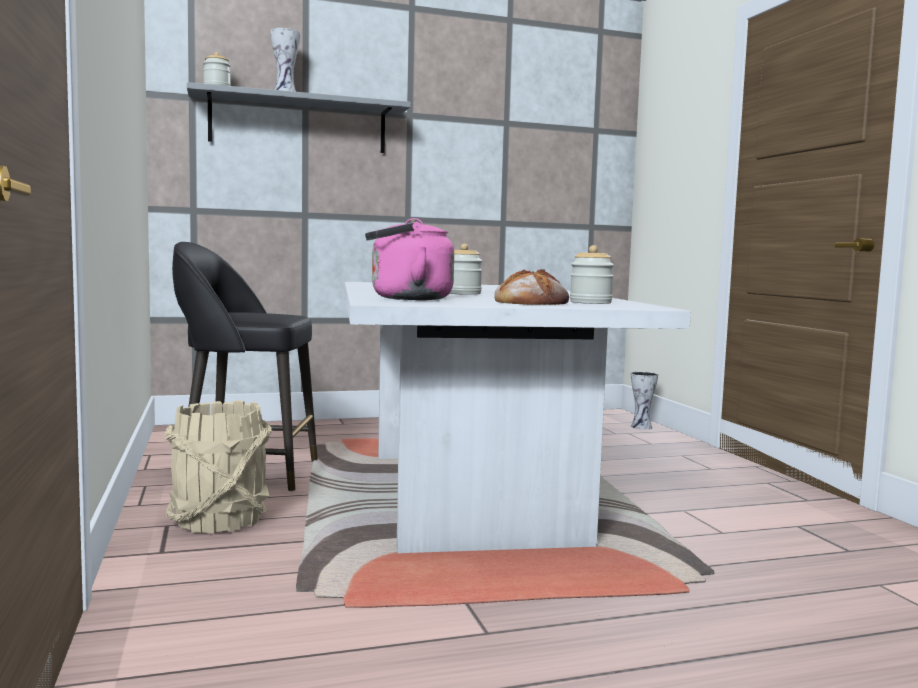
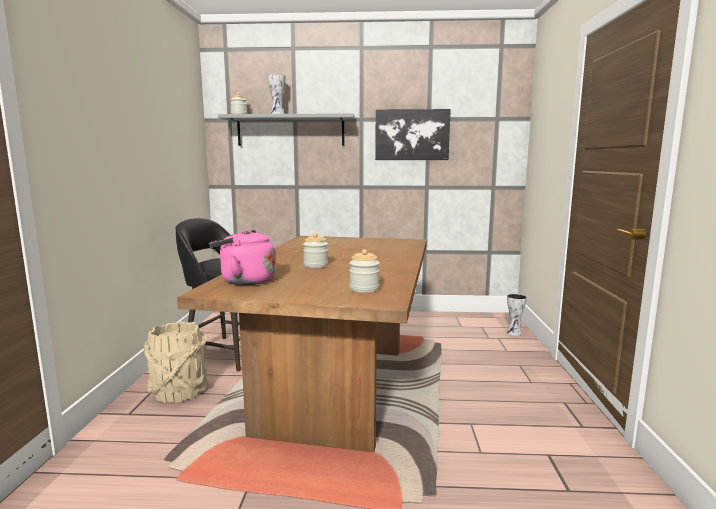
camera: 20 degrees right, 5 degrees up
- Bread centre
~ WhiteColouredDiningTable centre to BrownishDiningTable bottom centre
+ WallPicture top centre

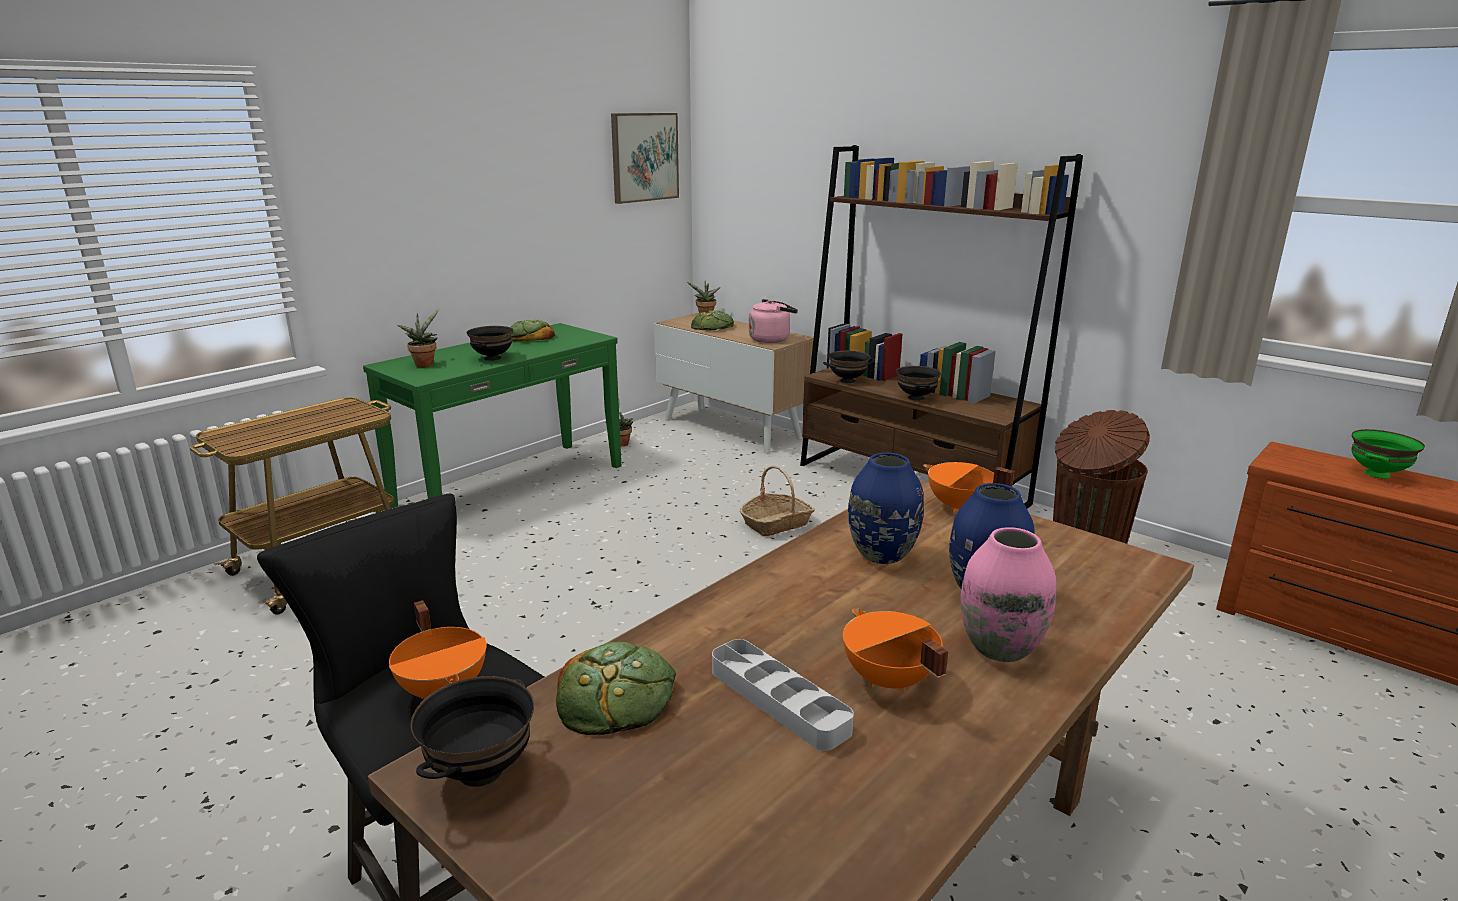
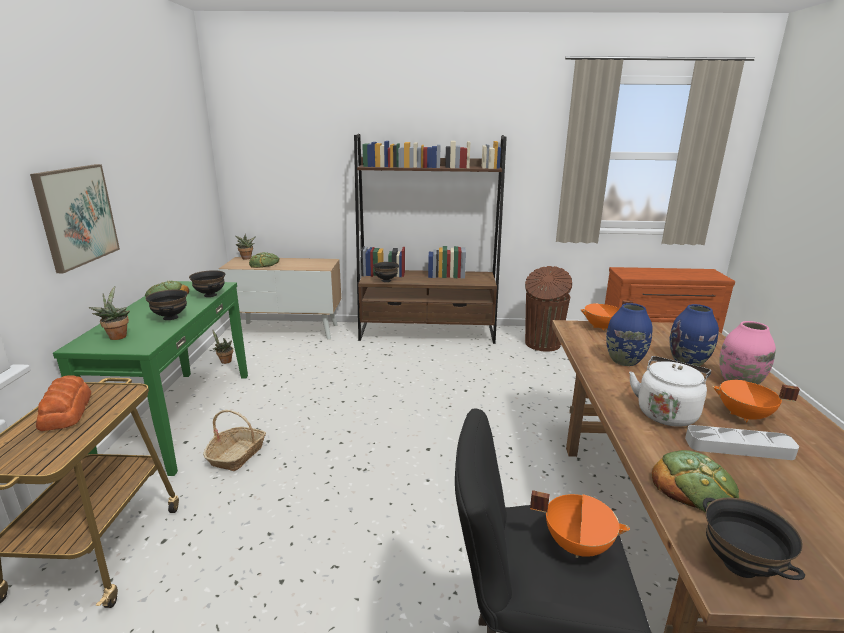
camera: 40 degrees left, 0 degrees up
~ WallPicture top centre to middle left
- PinkishWaterKettle centre
~ BlackDeepDish (4th from left in the first image) centre to BlackDeepDish (2nd from left) middle left
- GreenColouredDeepDish middle right
~ StorageBasket centre to bottom left
+ WhiteColouredWaterKettle middle right
+ Bread (1st from left) middle left

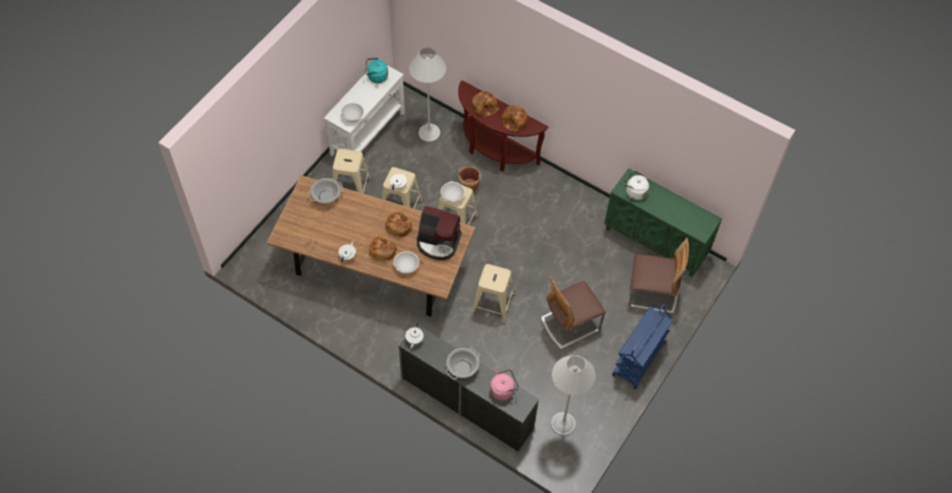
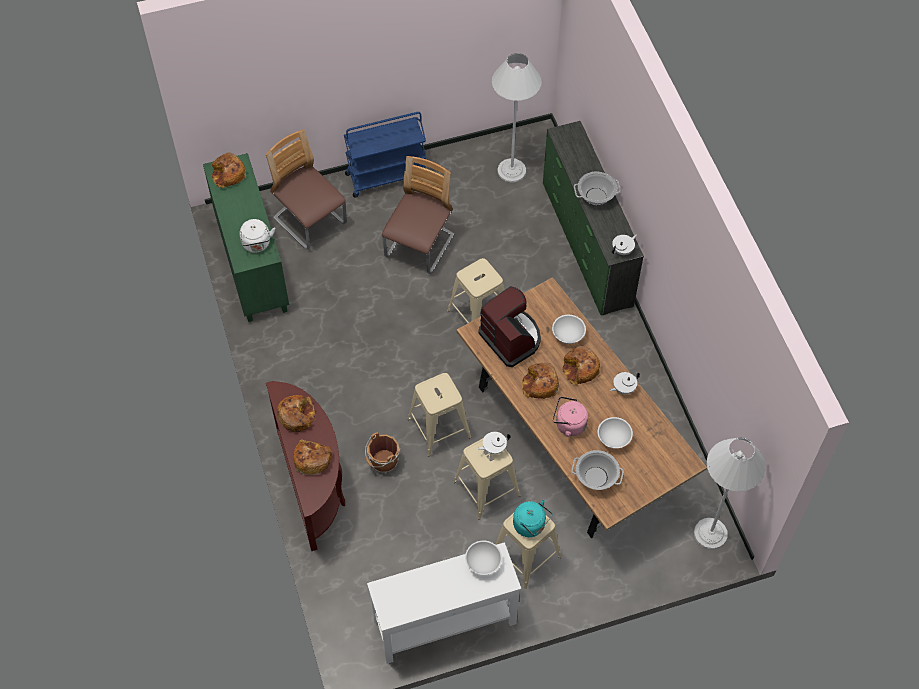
camera: 140 degrees left, 0 degrees up
~ WhiteColouredStandingLamp (1st from left in the first image) top centre to WhiteColouredStandingLamp (2nd from left) bottom right
~ BlueGreenWaterKettle top centre to bottom centre
~ WhiteColouredDeepDish (3rd from left) centre to middle right
~ UprightChair (1st from left in the first image) centre = top centre 75 degrees counterclockwise
~ PinkishWaterKettle bottom centre to centre
+ Bread (1st from left) top left

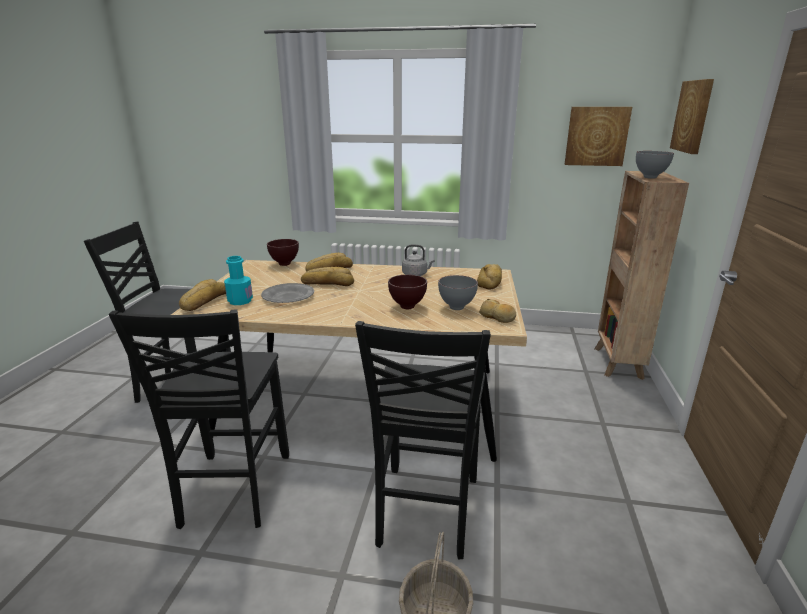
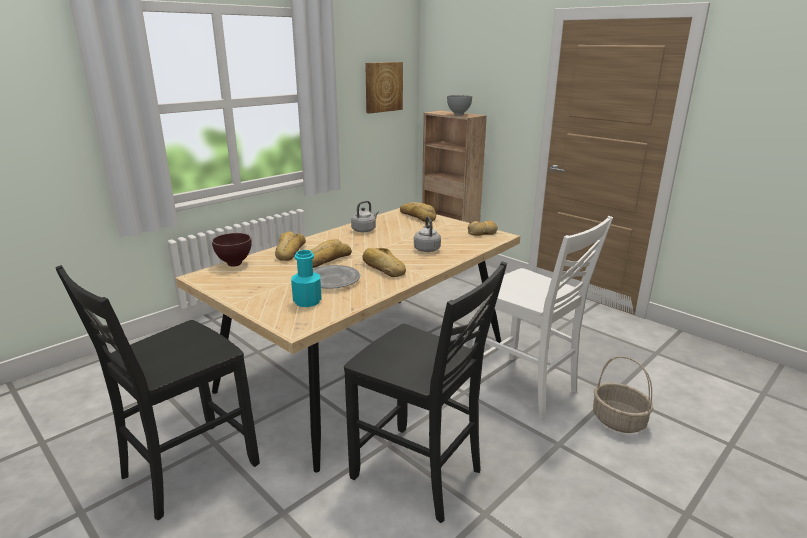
camera: 55 degrees left, 0 degrees up
- WallPicture (2nd from left) top right
~ BrownishDeepDish (2nd from left) centre to GrayWaterKettle (2nd from left) centre
- GrayDeepDish (1st from left) centre
~ Bread (1st from left in the first image) middle left to Bread (3rd from left) centre
~ BlackUprightChair (3rd from left) bottom centre to WhiteColouredUprightChair middle right

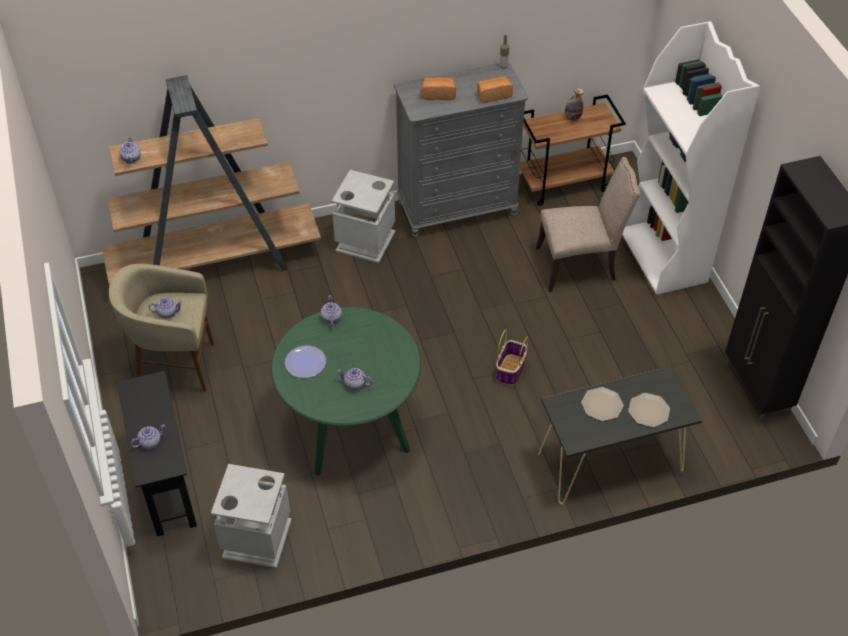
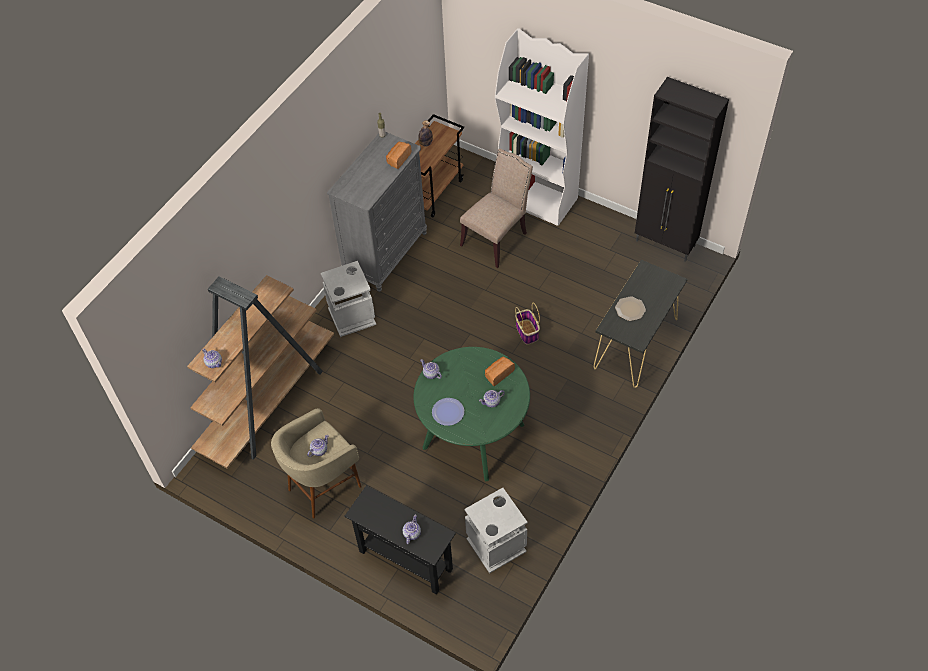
camera: 40 degrees left, 5 degrees up
~ Bread (1st from left in the first image) top centre to Bread (2nd from left) centre
- DinnerPlate (3rd from left) middle right

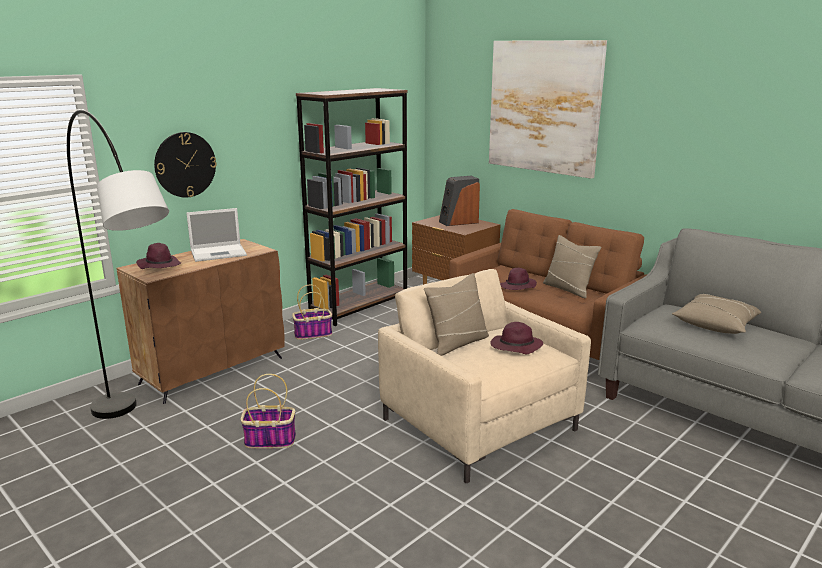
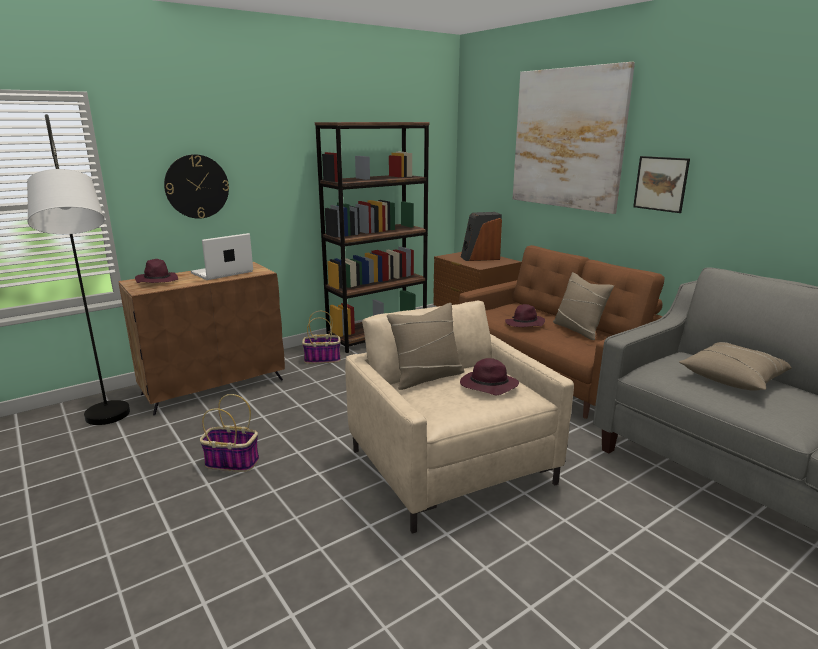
camera: 10 degrees right, 0 degrees up
~ Laptop middle left = middle left 150 degrees clockwise
+ WallPicture (2nd from left) top right

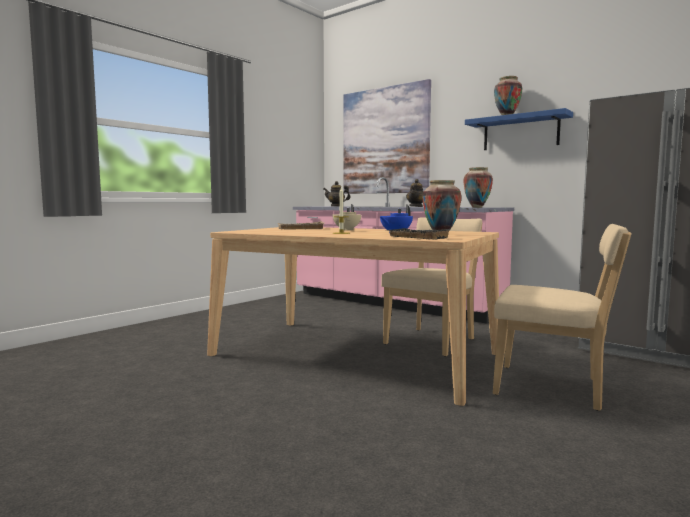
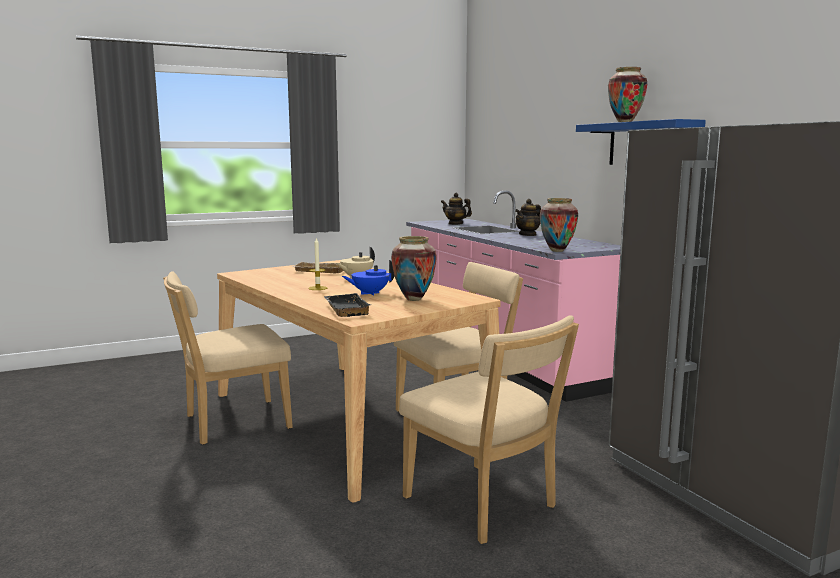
camera: 25 degrees right, 5 degrees up
- WallPicture top centre
+ BeigeUprightChair (1st from left) middle left

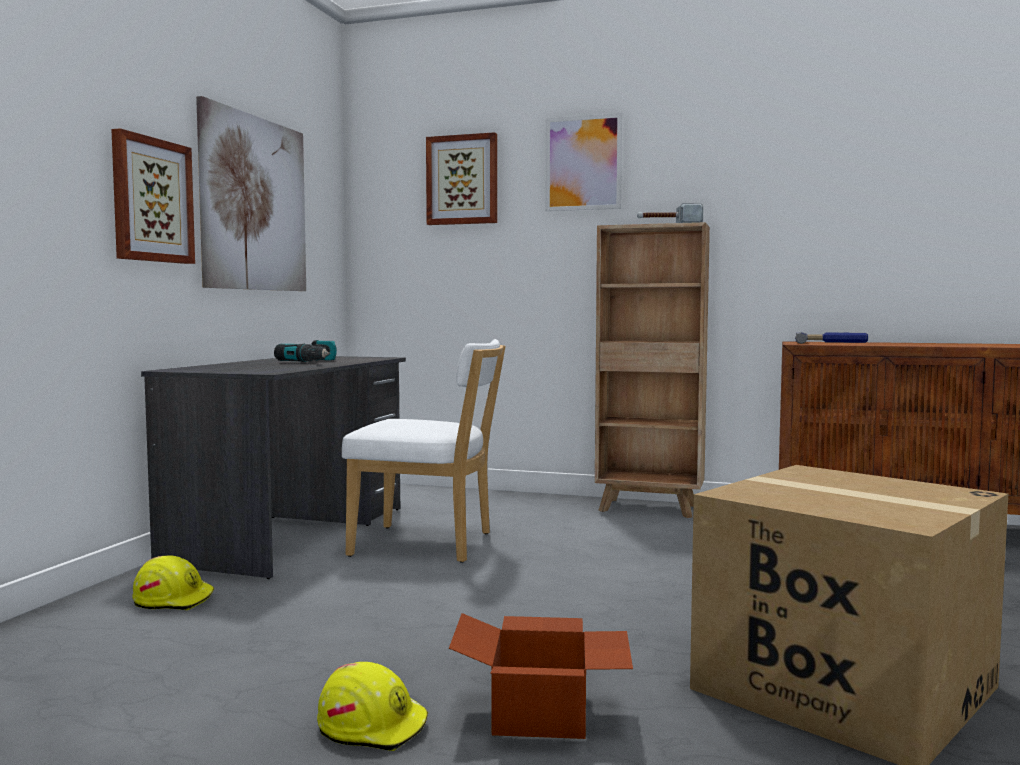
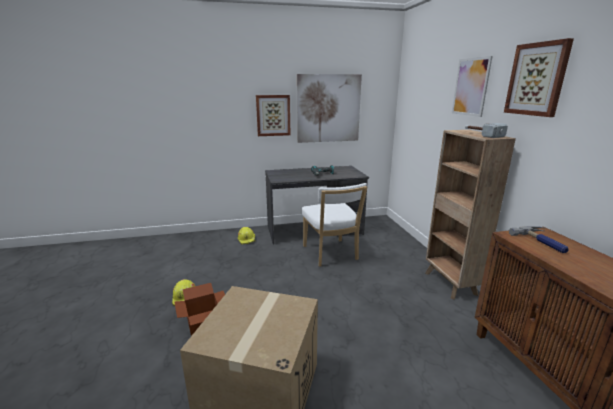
camera: 60 degrees right, 15 degrees up
~ WallPicture (3rd from left in the first image) top centre to WallPicture (4th from left) top right

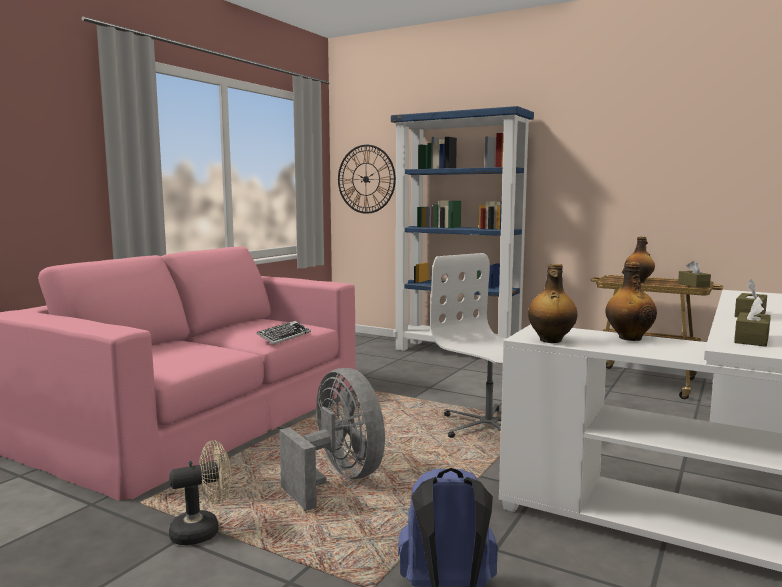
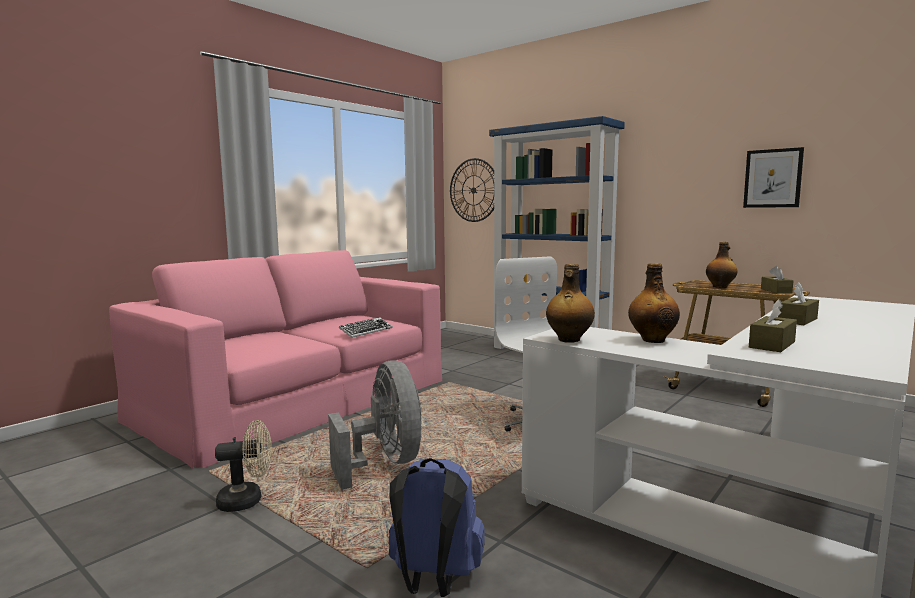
camera: 10 degrees right, 0 degrees up
+ WallPicture top right

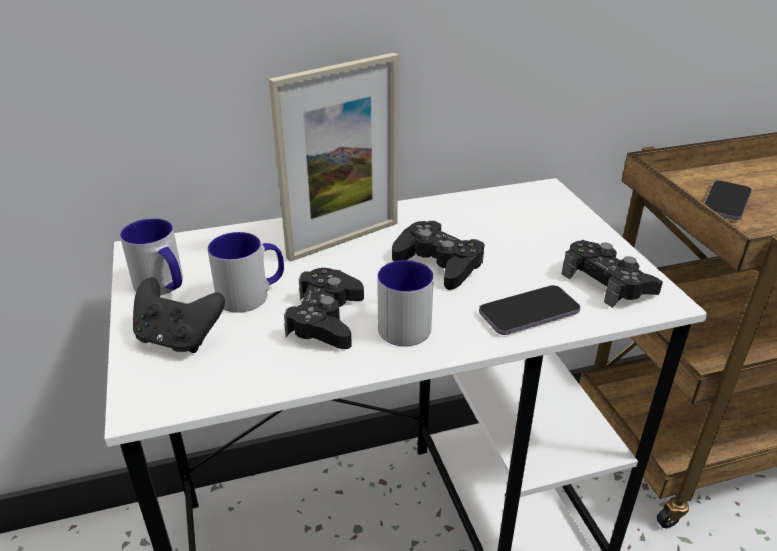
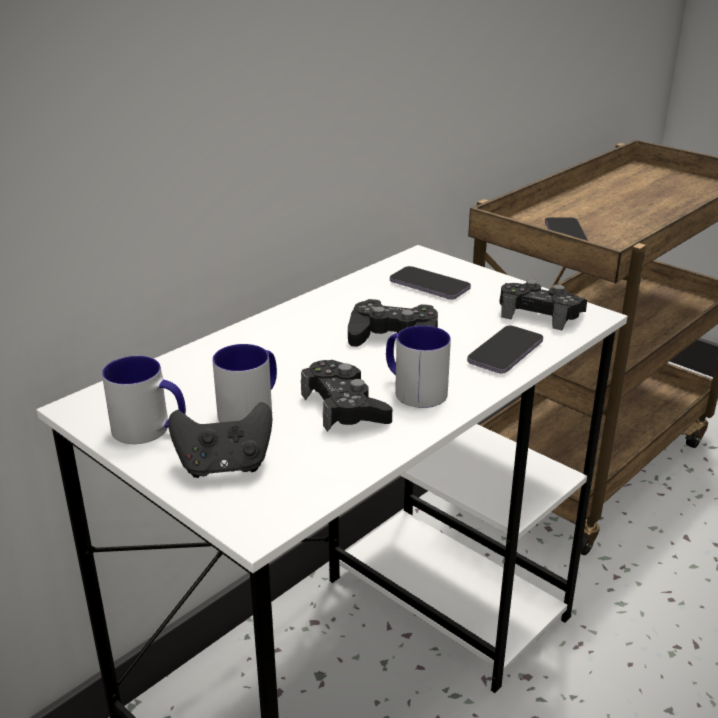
camera: 30 degrees left, 5 degrees down
- PictureFrame top centre
+ Telephone (1st from left) centre

